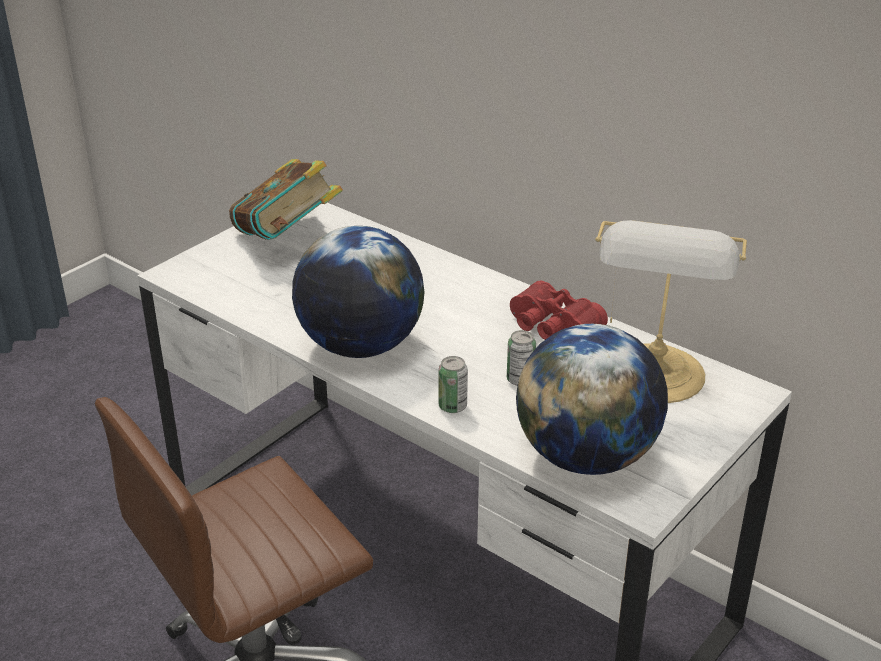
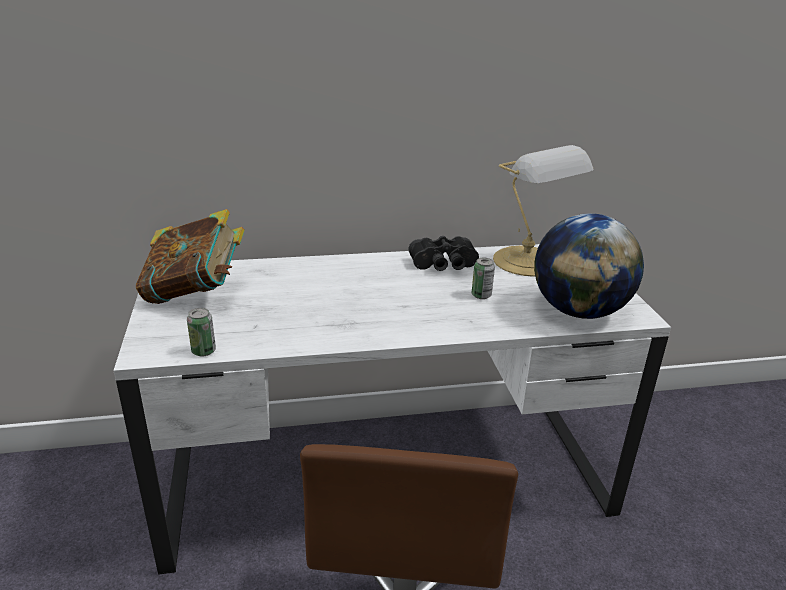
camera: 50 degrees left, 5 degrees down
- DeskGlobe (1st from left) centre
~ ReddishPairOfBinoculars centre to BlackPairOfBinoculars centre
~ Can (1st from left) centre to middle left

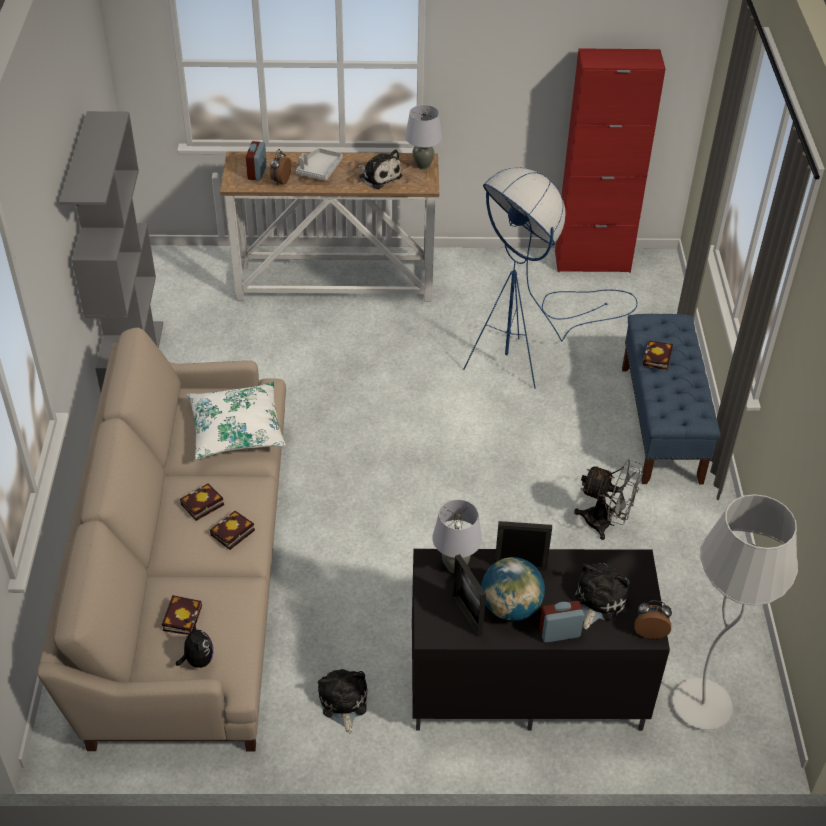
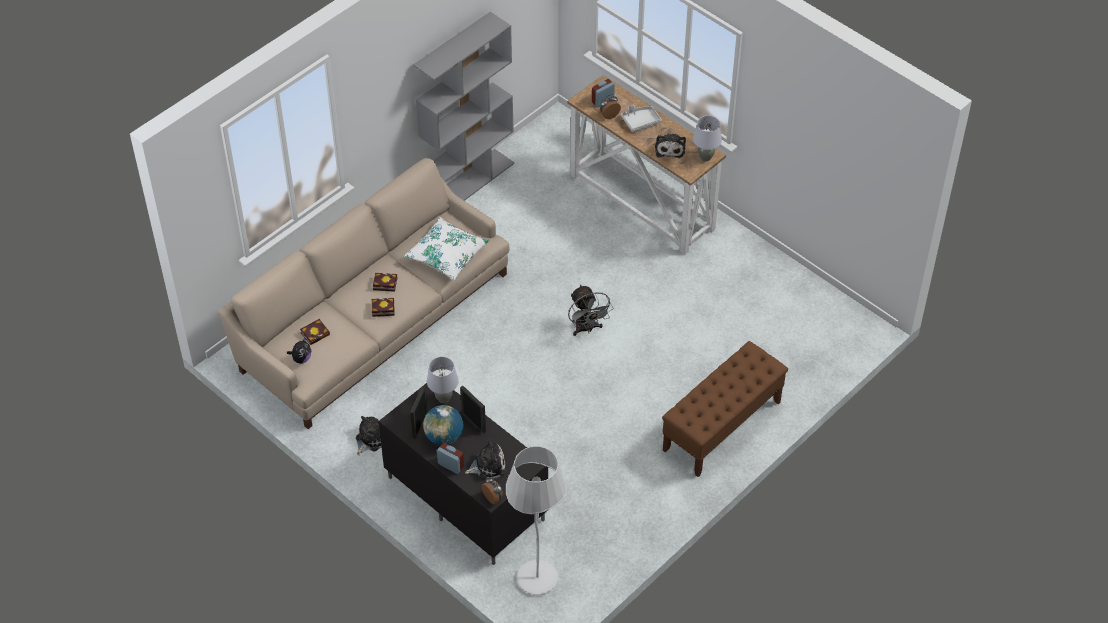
camera: 45 degrees right, 5 degrees up
- ReddishCupboard top right
- BlueColouredStandingLamp centre
~ BlueColouredIndoorBench middle right to BrownishIndoorBench centre
- Book (4th from left) middle right
~ GrayElectricFan middle right to centre

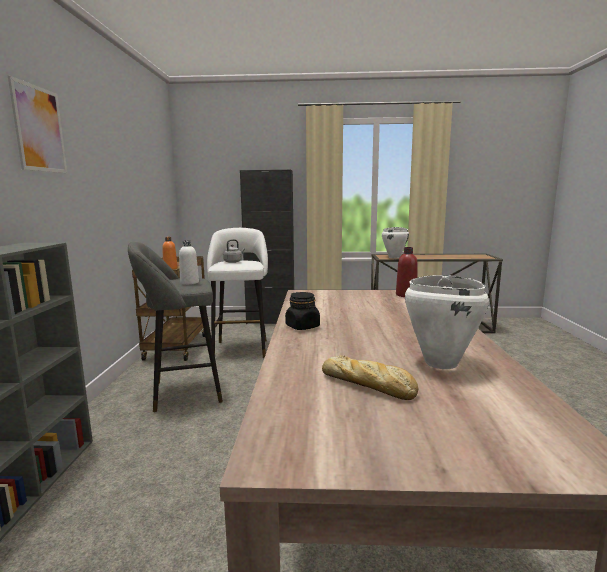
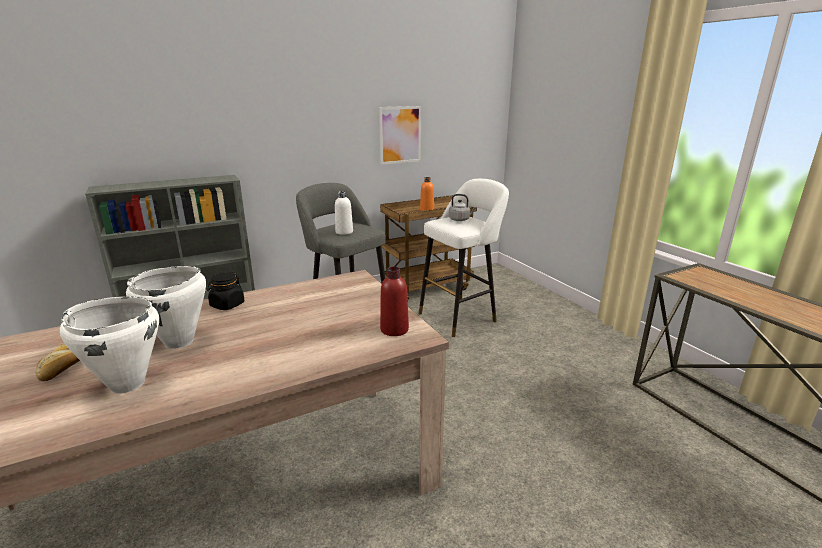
camera: 60 degrees right, 10 degrees up
~ WallPicture top left to top centre
- BlackCupboard centre
~ WhiteColouredSaucepot (1st from left in the first image) centre to WhiteColouredSaucepot (2nd from left) middle left

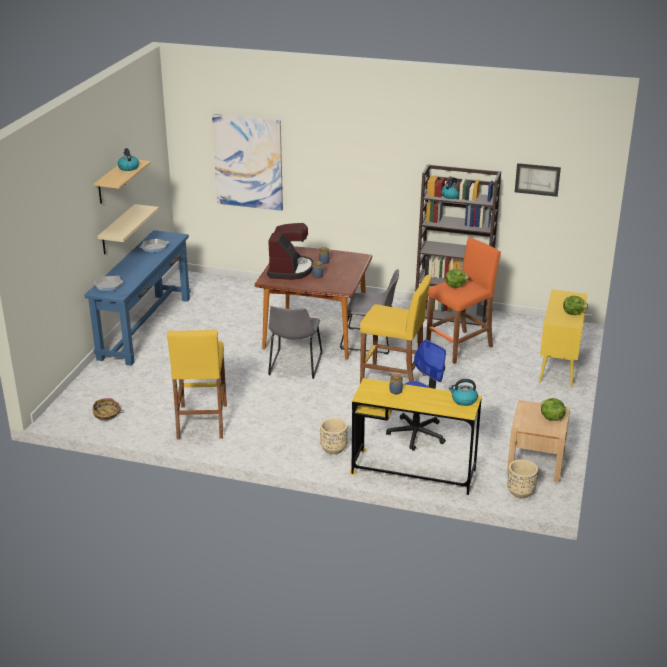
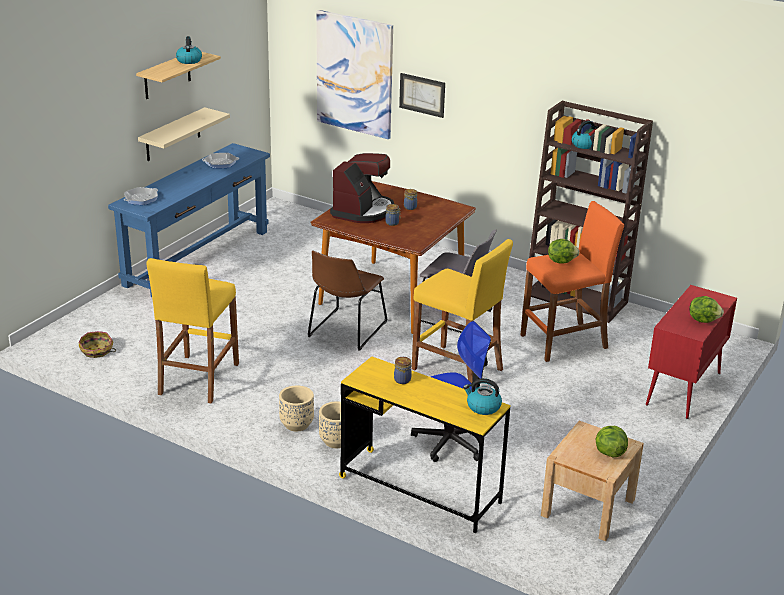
camera: 15 degrees right, 0 degrees up
~ WallPicture (2nd from left) top right to top centre
~ YellowCupboard middle right to ReddishCupboard middle right
~ GrayUprightChair (1st from left) centre to BrownishUprightChair centre
~ BeigePlantPot (2nd from left in the first image) bottom right to BeigePlantPot (1st from left) bottom centre

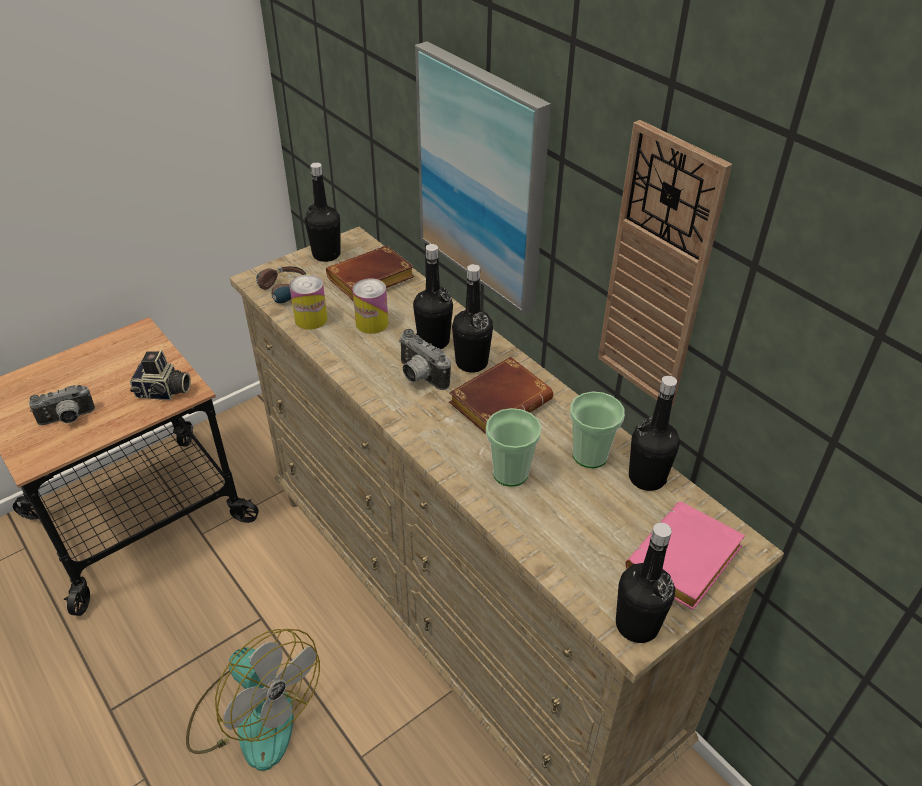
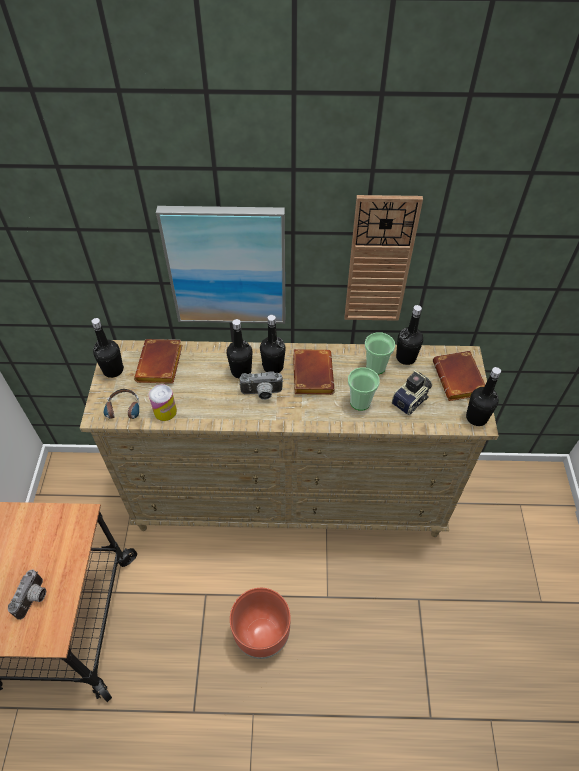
camera: 50 degrees left, 10 degrees up
- Can (2nd from left) centre
~ PhotoCamera (2nd from left in the first image) middle left to PhotoCamera (3rd from left) middle right
~ PinkishBook bottom right to BrownishBook (3rd from left) middle right
~ ElectricFan bottom left to BrownishPlantPot bottom centre

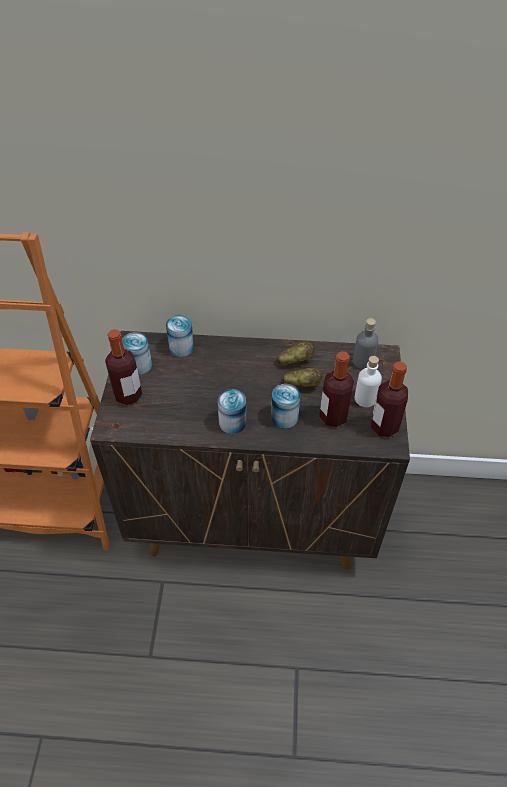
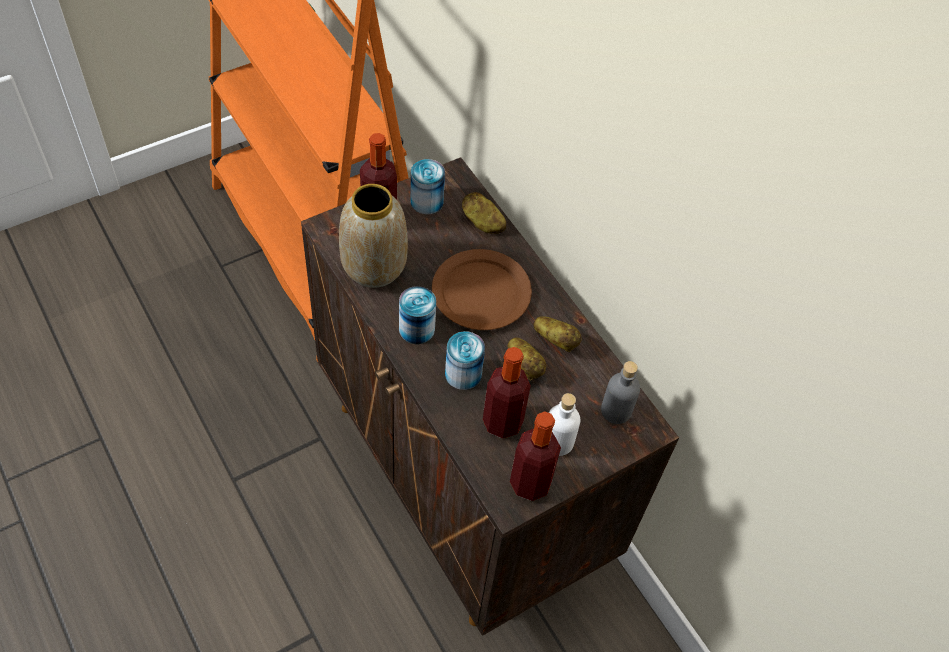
camera: 50 degrees right, 5 degrees up
~ Can (2nd from left) centre to Spud (1st from left) top centre
+ Vase centre
+ BrownishDinnerPlate centre

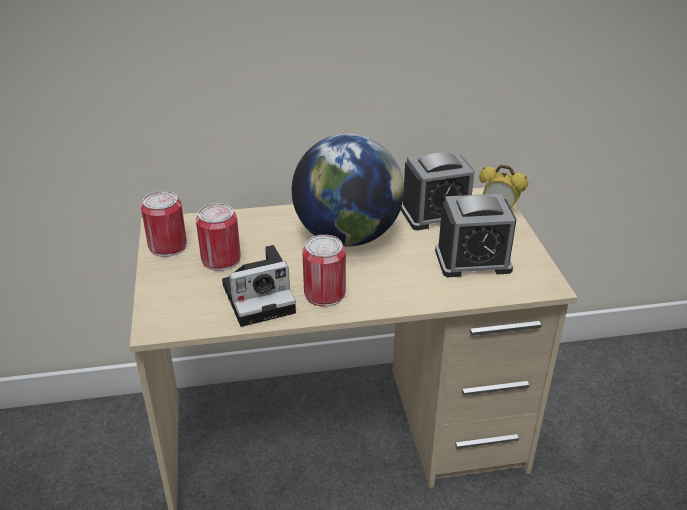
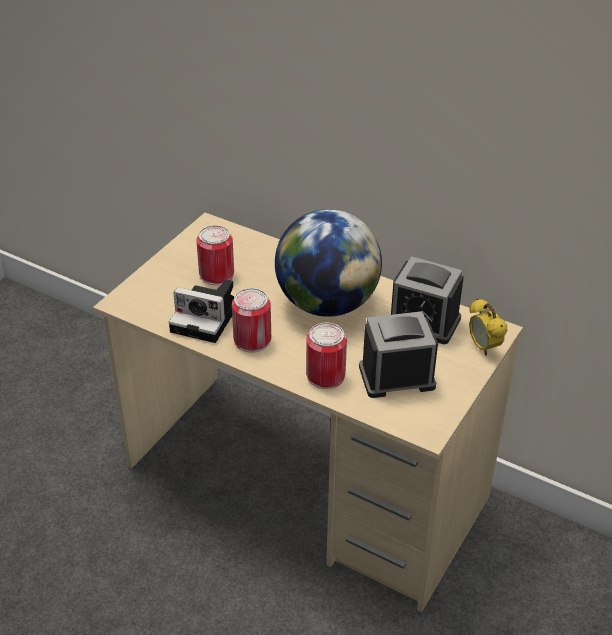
camera: 40 degrees right, 5 degrees up
~ Can (1st from left in the first image) middle left to Can (3rd from left) centre
~ AlarmClock (2nd from left in the first image) middle right = centre 135 degrees clockwise

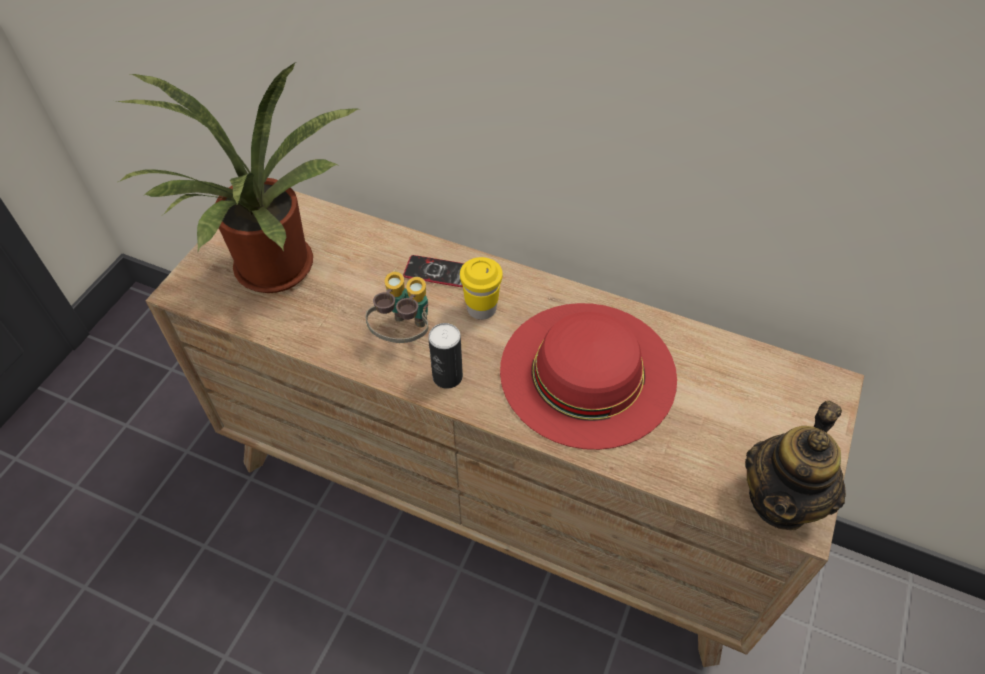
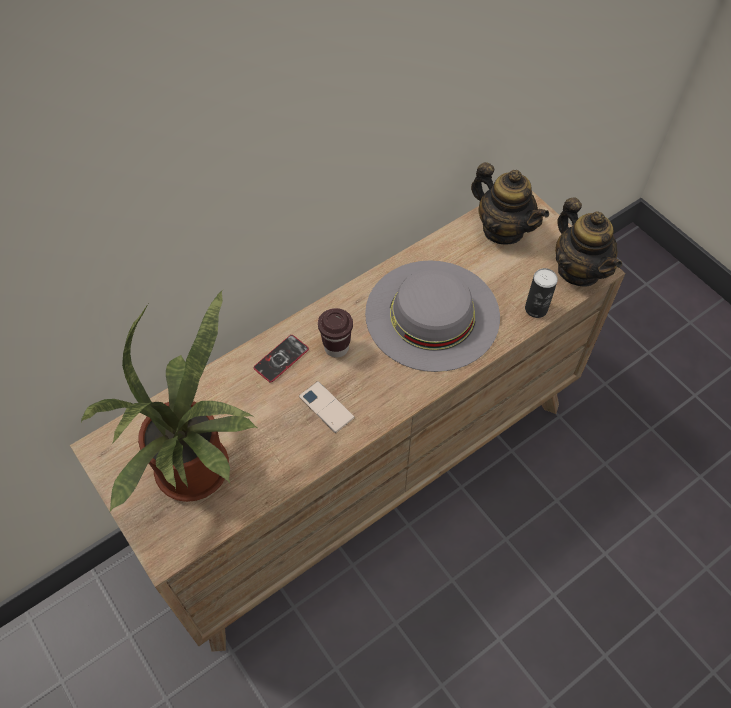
camera: 60 degrees left, 5 degrees up
~ YellowDrinkingCup centre to BrownishDrinkingCup centre
~ PairOfBinoculars centre to Telephone (2nd from left) centre
~ ReddishHat centre to GrayHat centre
~ Can centre to middle right
+ PotForTea (1st from left) top right

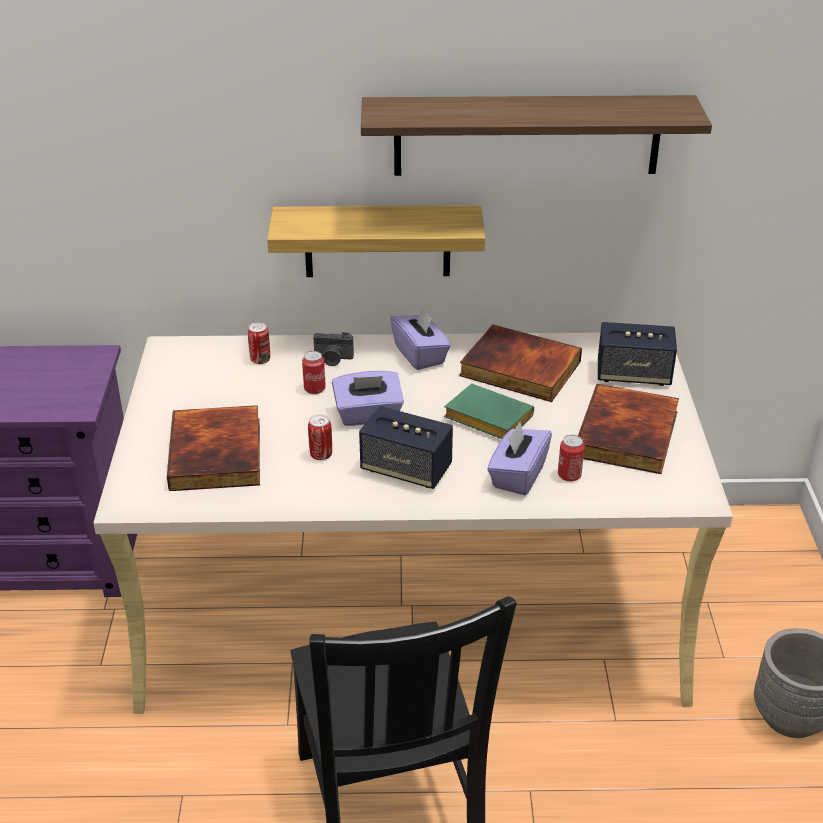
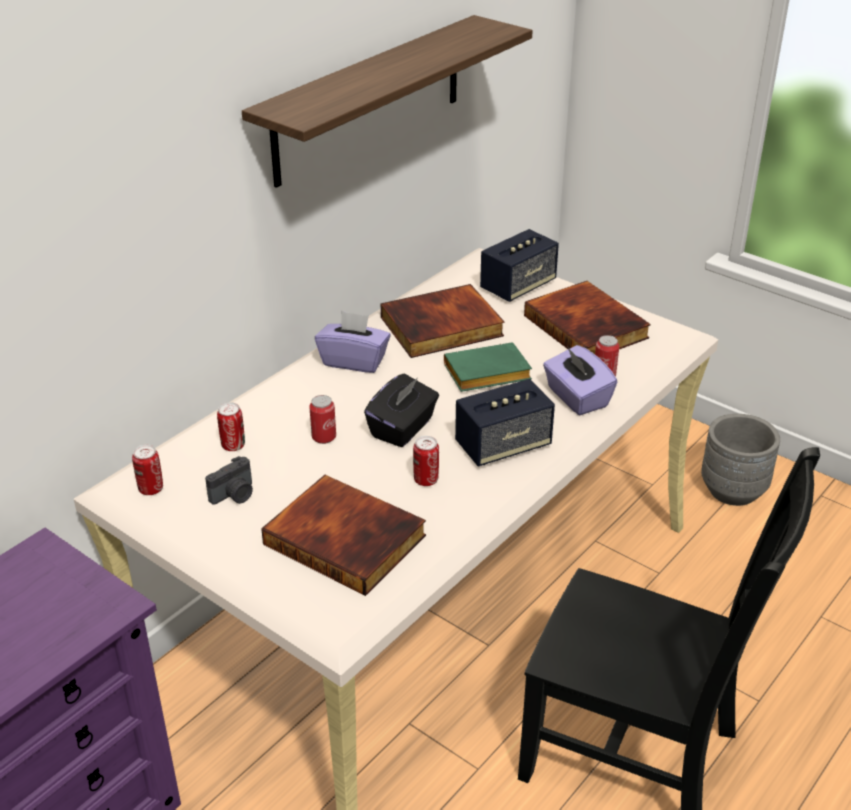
camera: 50 degrees left, 0 degrees up
- Shelf (1st from left) top centre
~ PhotoCamera centre to middle left
~ PurplishTissueHolder (1st from left) centre to BlackTissueHolder centre
+ Can (1st from left) middle left

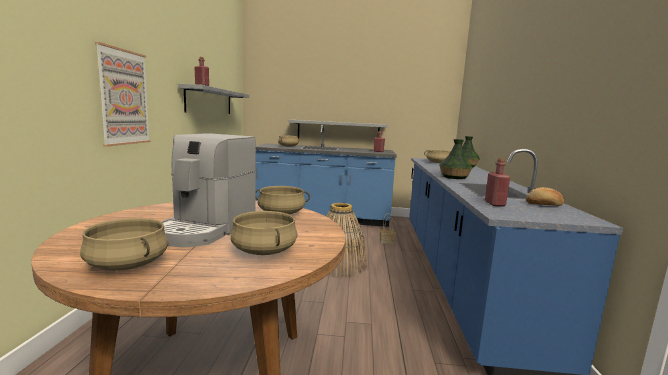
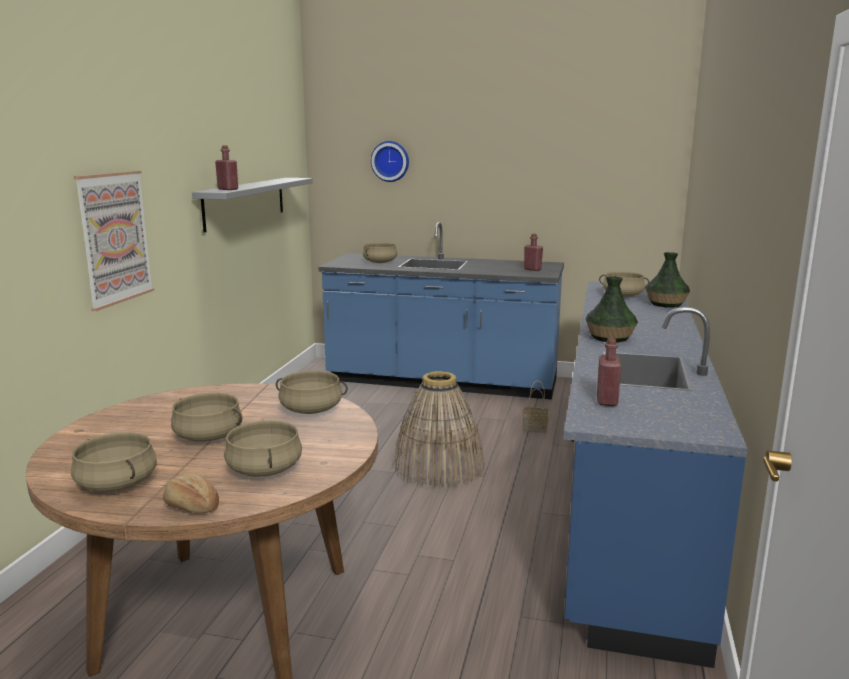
camera: 10 degrees right, 5 degrees up
- GrayShelf (2nd from left) centre
~ CoffeeBrewer middle left to BeigeSaucepot (2nd from left) middle left
~ Bread middle right to bottom left
+ WallClock top centre

